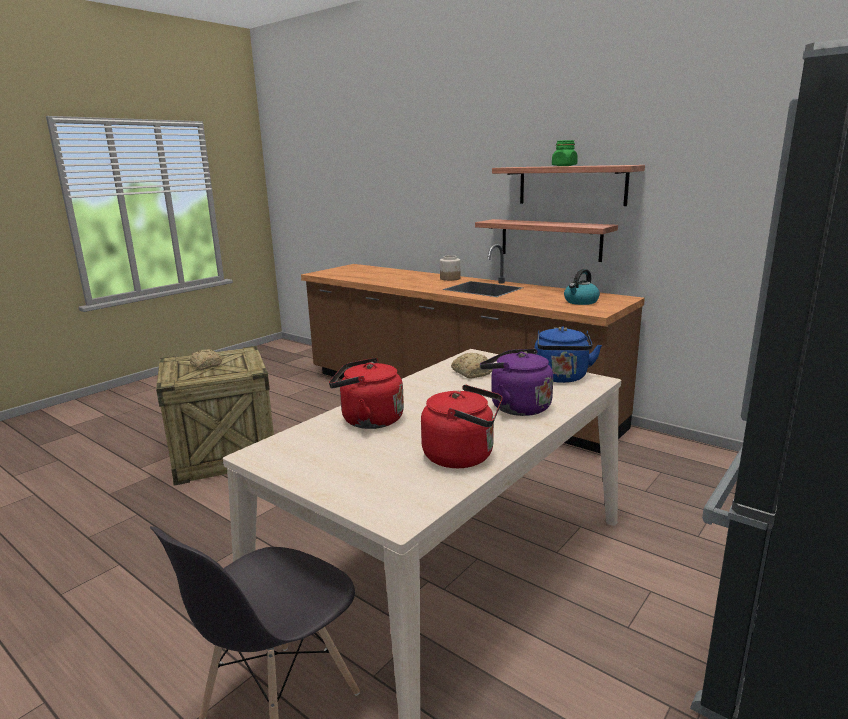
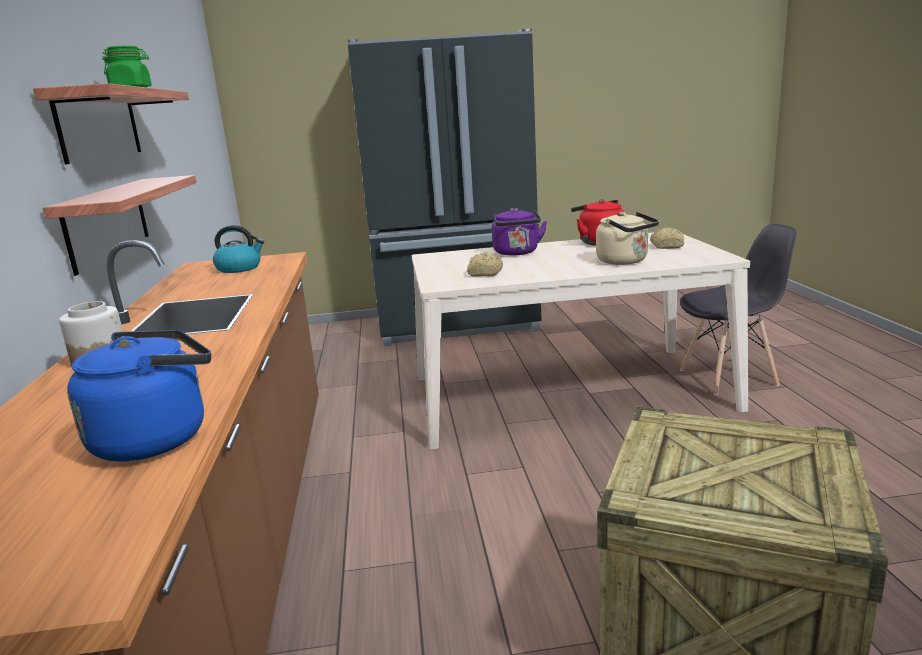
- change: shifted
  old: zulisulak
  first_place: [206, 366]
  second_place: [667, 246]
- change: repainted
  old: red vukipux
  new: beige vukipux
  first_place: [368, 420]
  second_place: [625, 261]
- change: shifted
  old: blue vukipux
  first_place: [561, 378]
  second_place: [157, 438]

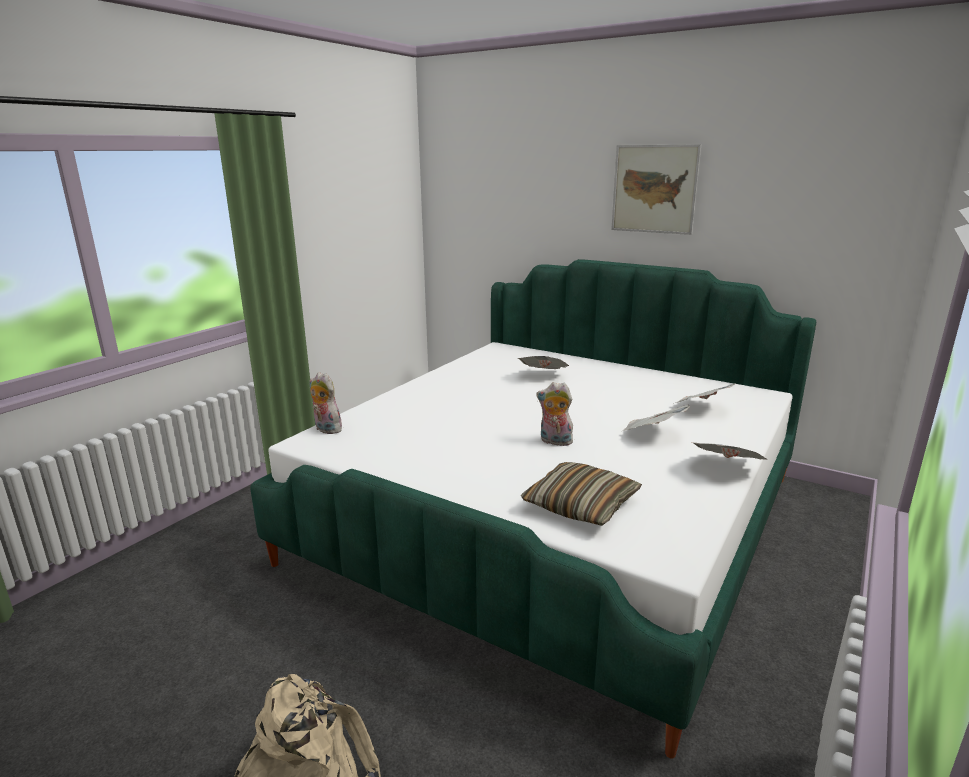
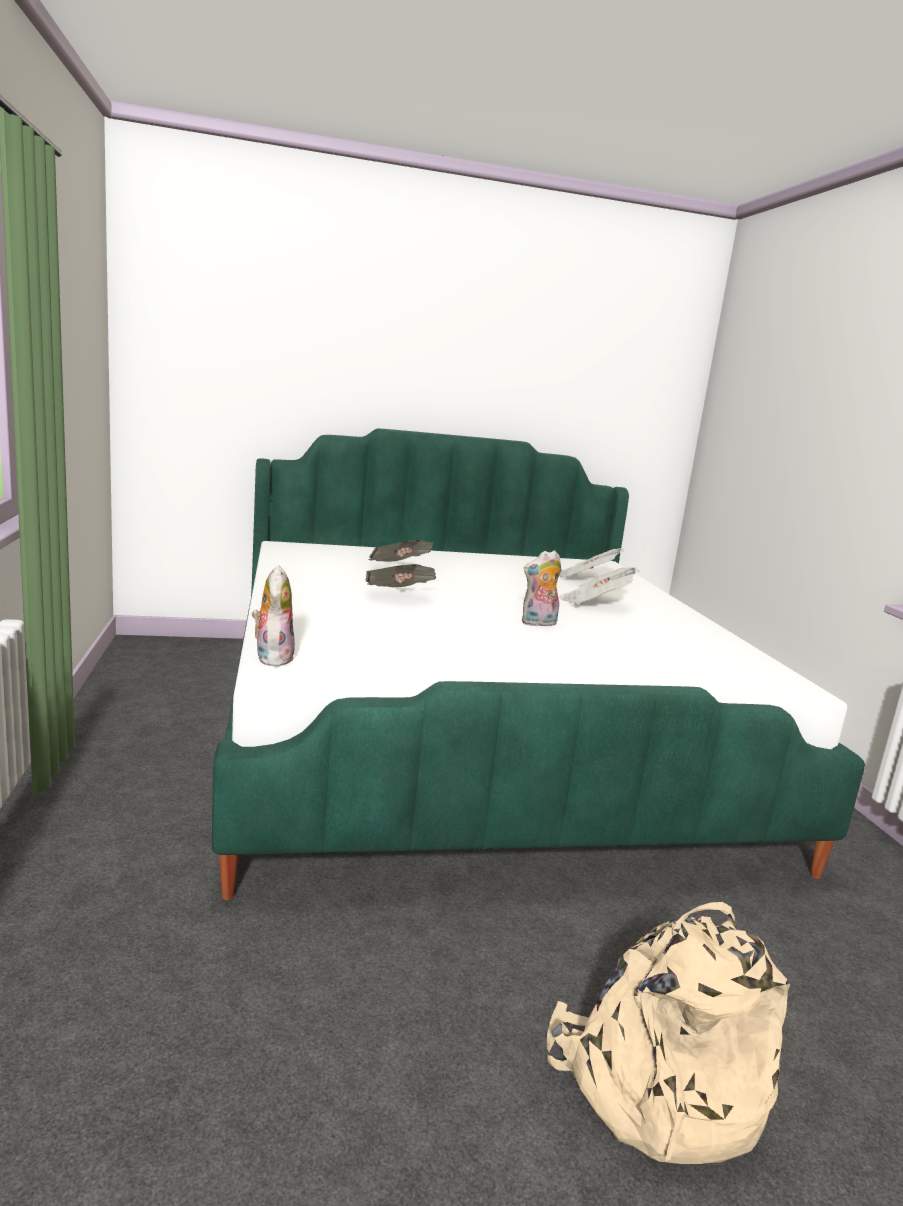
- change: rotated
  old: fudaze
  first_place: [326, 429]
  second_place: [272, 657]
  degrees: 90
- change: gone
  old: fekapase
  first_place: [580, 505]
- change: gone
  old: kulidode
  first_place: [654, 189]
- change: shifted
  old: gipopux
  first_place: [726, 469]
  second_place: [398, 596]

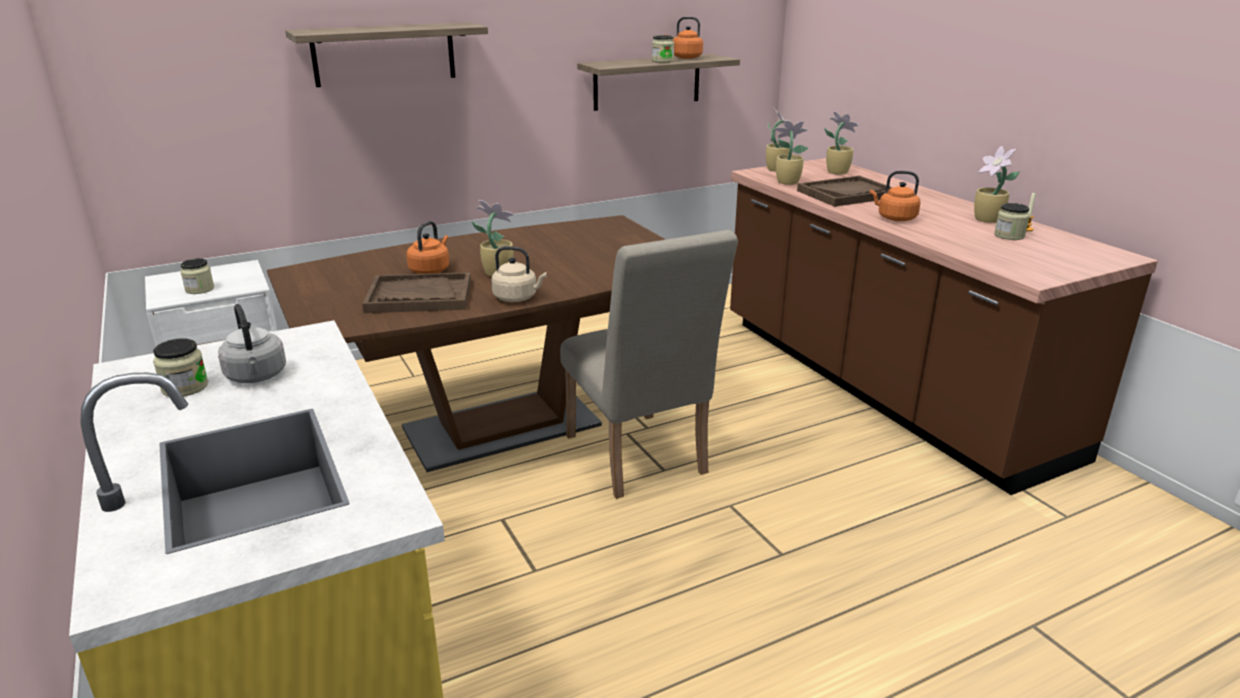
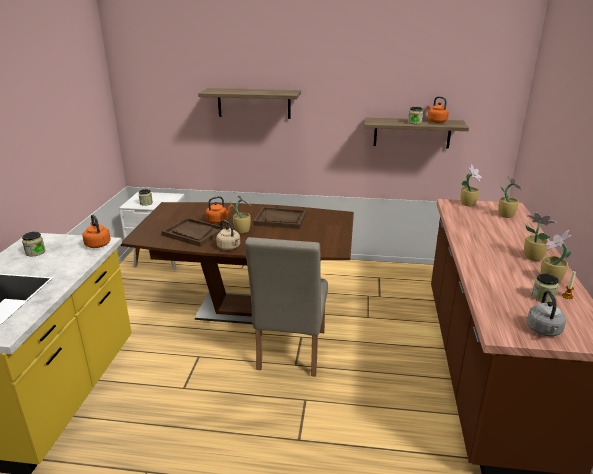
- change: shifted
  old: grey vukipux
  first_place: [257, 377]
  second_place: [544, 331]
- change: shifted
  old: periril
  first_place: [786, 182]
  second_place: [532, 257]
- change: shifted
  old: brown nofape
  first_place: [847, 194]
  second_place: [280, 219]
- change: shifted
  old: orange vukipux
  first_place: [894, 218]
  second_place: [97, 244]

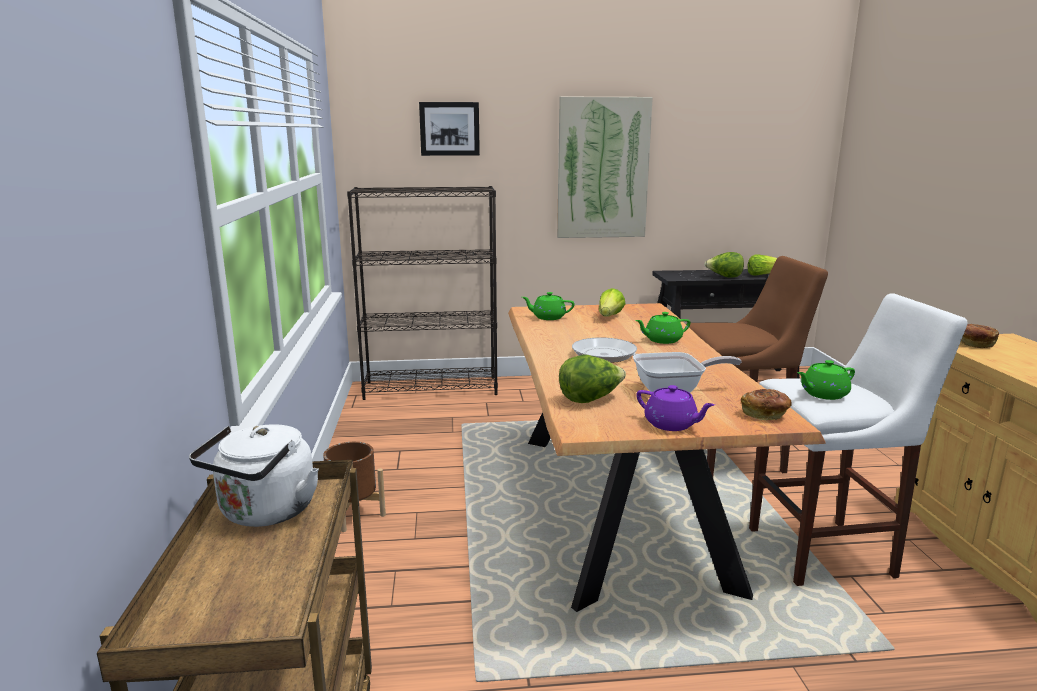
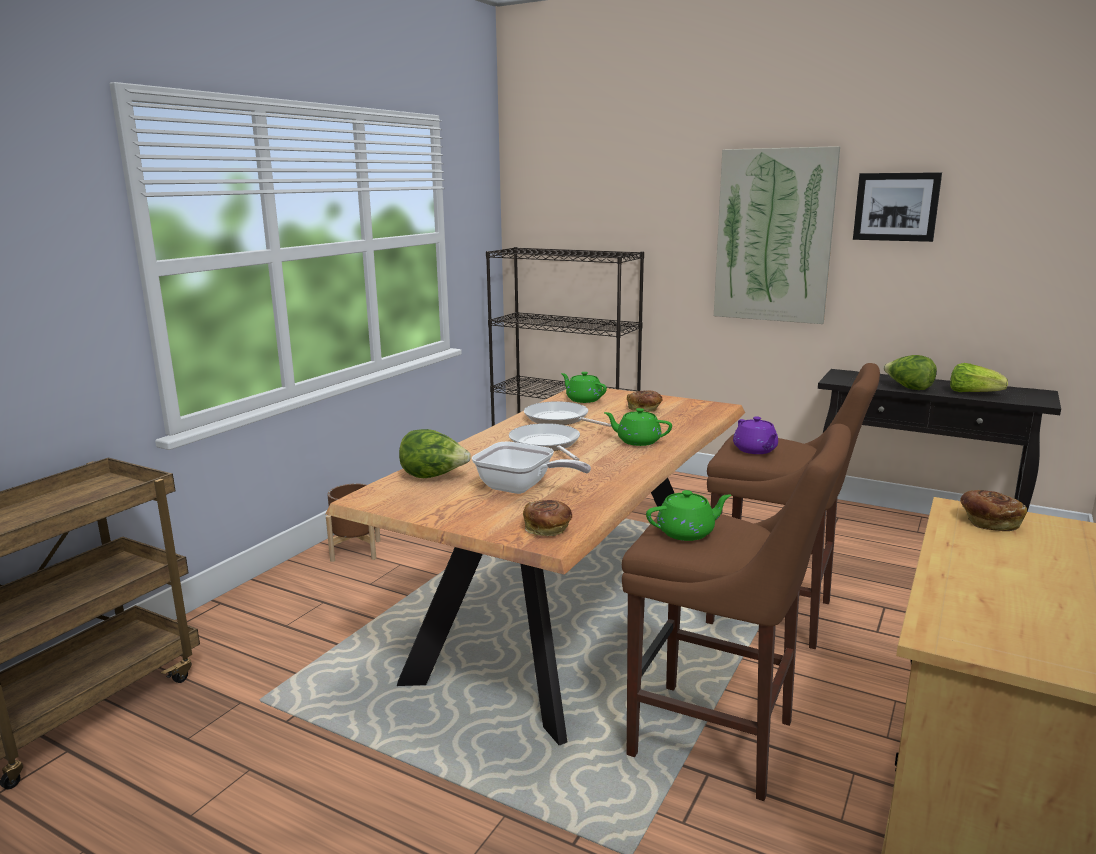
- change: gone
  old: white vukipux
  first_place: [265, 513]
- change: shifted
  old: kulidode
  first_place: [449, 129]
  second_place: [896, 207]
- change: swapped
  old: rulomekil
  new: zulisulak
  first_place: [609, 317]
  second_place: [644, 409]
- change: shifted
  old: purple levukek
  first_place: [671, 424]
  second_place: [755, 450]
- change: repainted
  old: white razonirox
  new: brown razonirox
  first_place: [827, 552]
  second_place: [720, 741]
- change: rotated
  old: green levukek
  first_place: [823, 394]
  second_place: [687, 532]
  degrees: 150
- change: new
  new: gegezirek
  second_place: [559, 419]

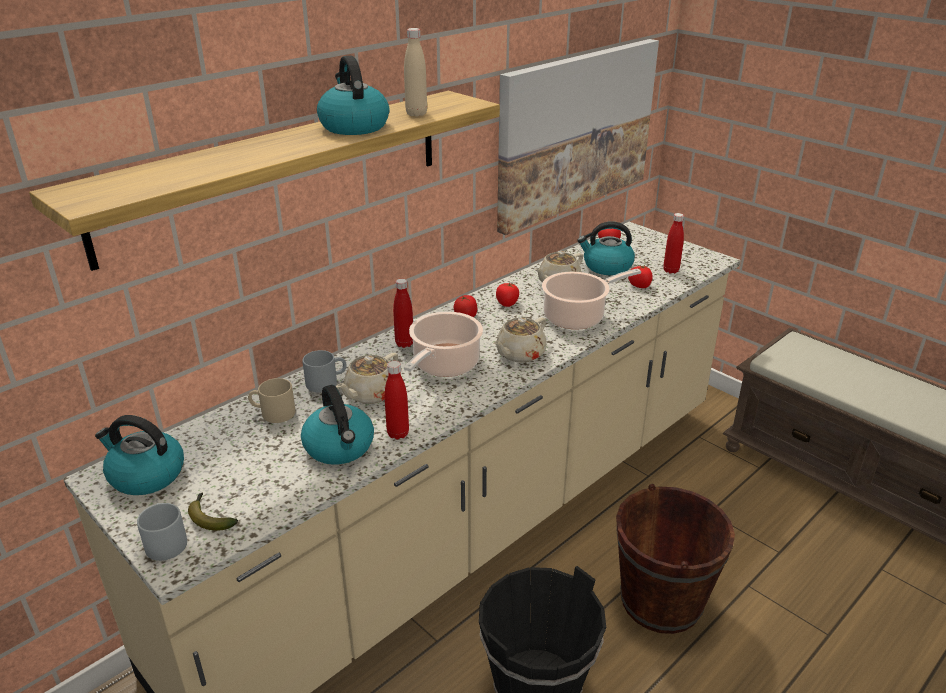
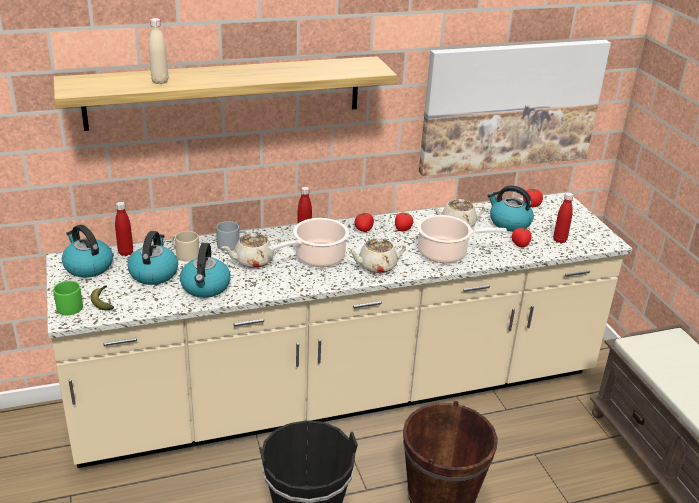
- change: repainted
  old: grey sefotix
  new: green sefotix
  first_place: [164, 541]
  second_place: [70, 305]
- change: shifted
  old: vukipux
  first_place: [353, 126]
  second_place: [154, 273]
- change: shifted
  old: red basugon
  first_place: [398, 434]
  second_place: [125, 252]
- change: shifted
  old: beige basugon
  first_place: [416, 114]
  second_place: [160, 81]

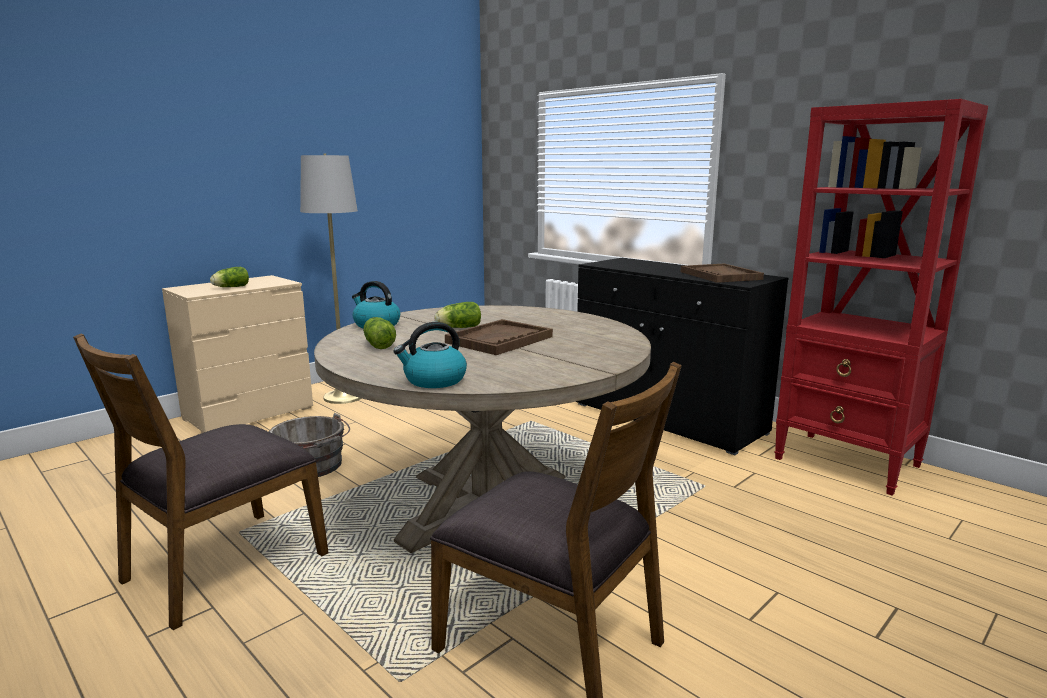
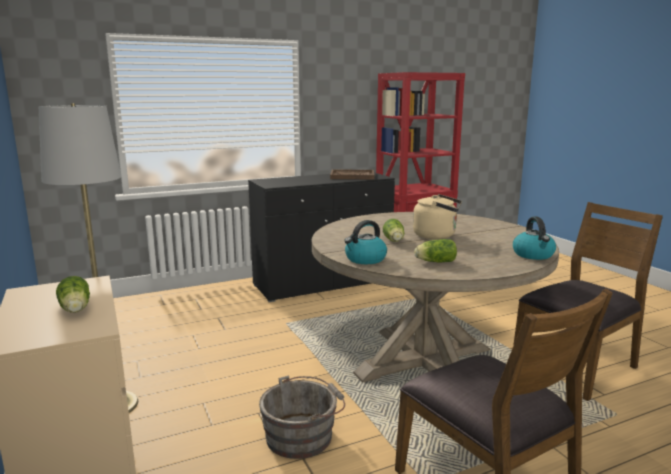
- change: swapped
  old: brown nofape
  new: beige vukipux
  first_place: [499, 340]
  second_place: [437, 235]

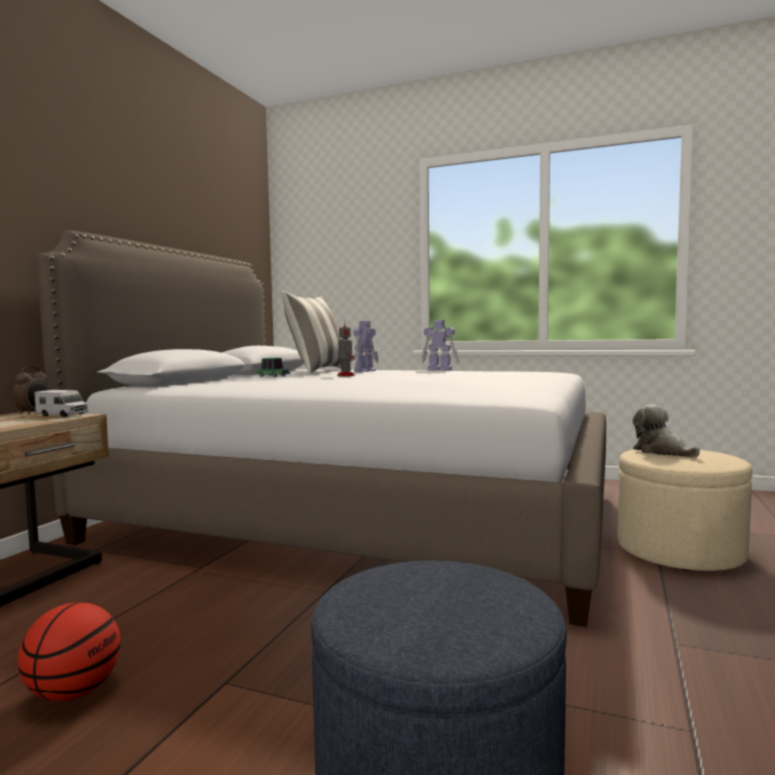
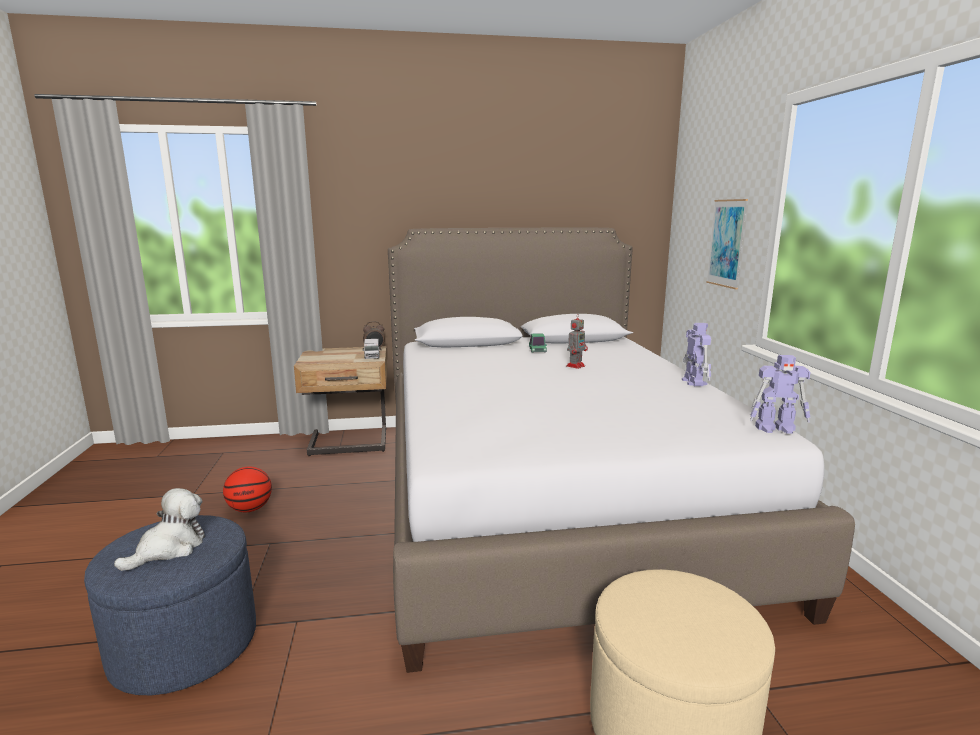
- change: gone
  old: fekapase
  first_place: [316, 371]
- change: shifted
  old: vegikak
  first_place: [365, 371]
  second_place: [776, 428]
- change: shifted
  old: fudaze
  first_place: [661, 452]
  second_place: [169, 548]
- change: new
  new: kulidode
  second_place: [726, 243]

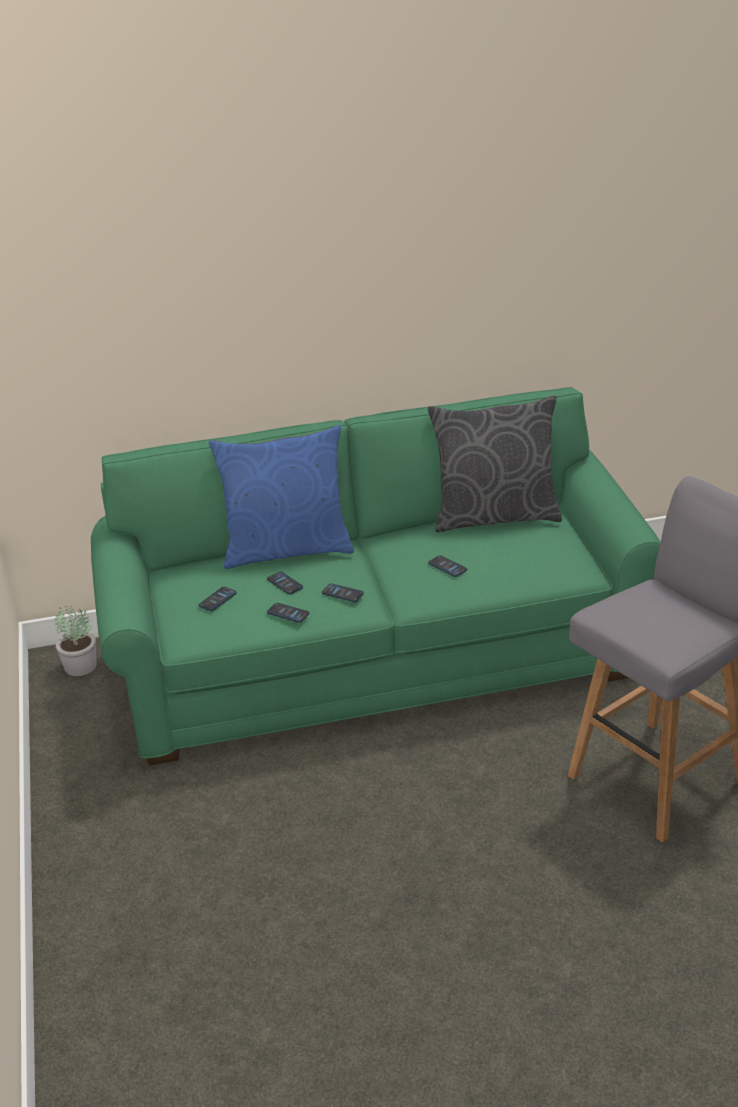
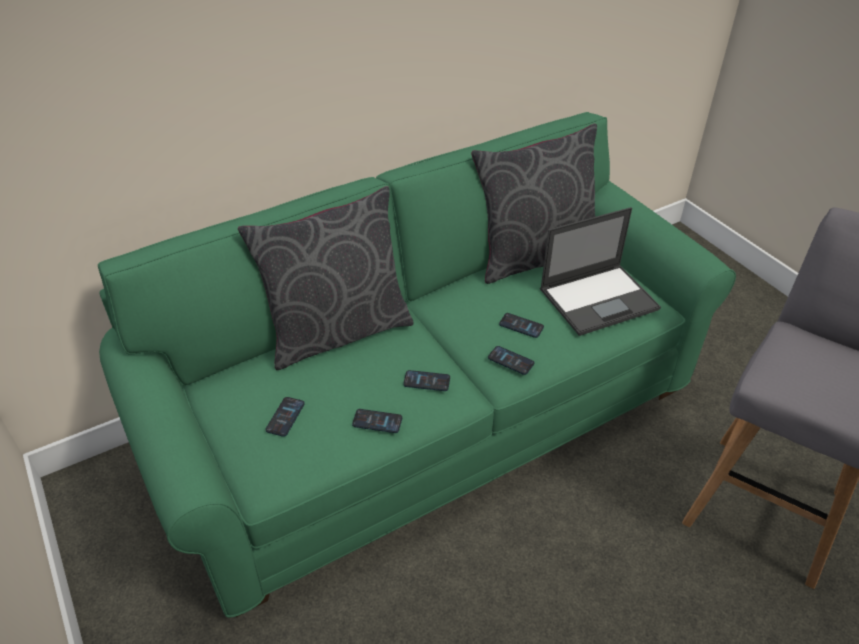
- change: gone
  old: periril
  first_place: [80, 666]
- change: repainted
  old: blue fekapase
  new: grey fekapase
  first_place: [287, 549]
  second_place: [337, 331]
- change: shifted
  old: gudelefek
  first_place: [285, 583]
  second_place: [510, 361]
- change: new
  new: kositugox
  second_place: [599, 299]

